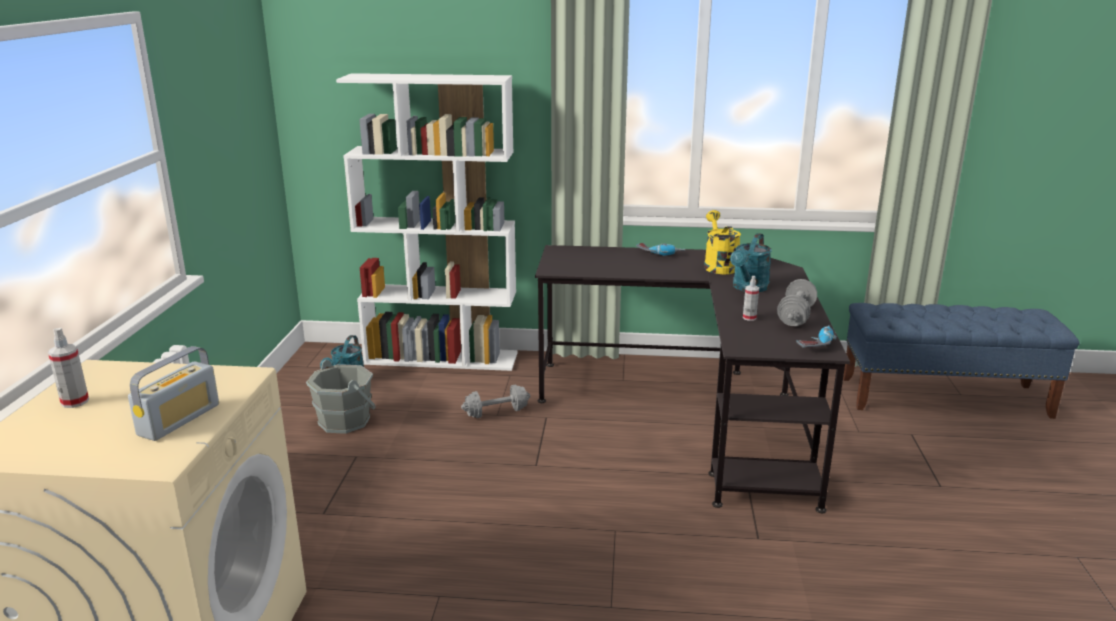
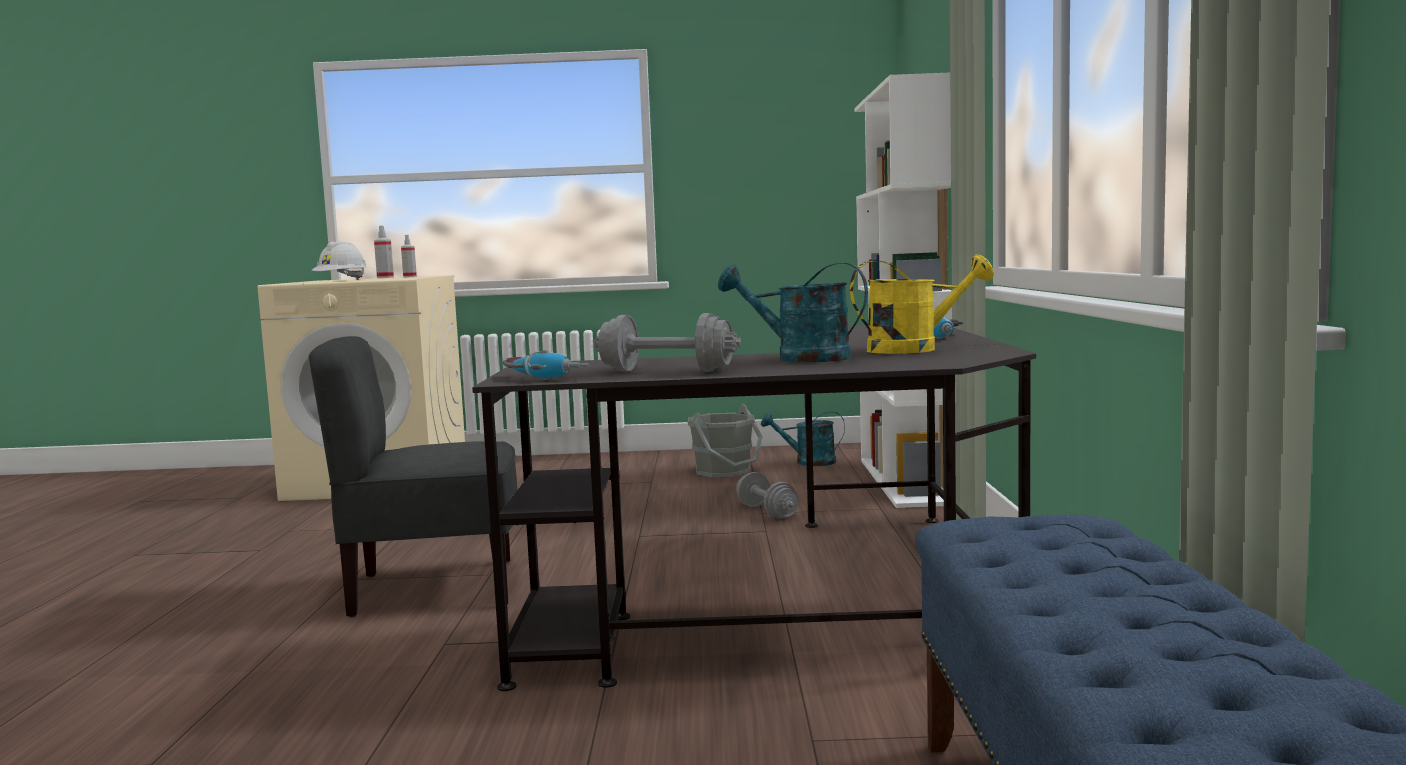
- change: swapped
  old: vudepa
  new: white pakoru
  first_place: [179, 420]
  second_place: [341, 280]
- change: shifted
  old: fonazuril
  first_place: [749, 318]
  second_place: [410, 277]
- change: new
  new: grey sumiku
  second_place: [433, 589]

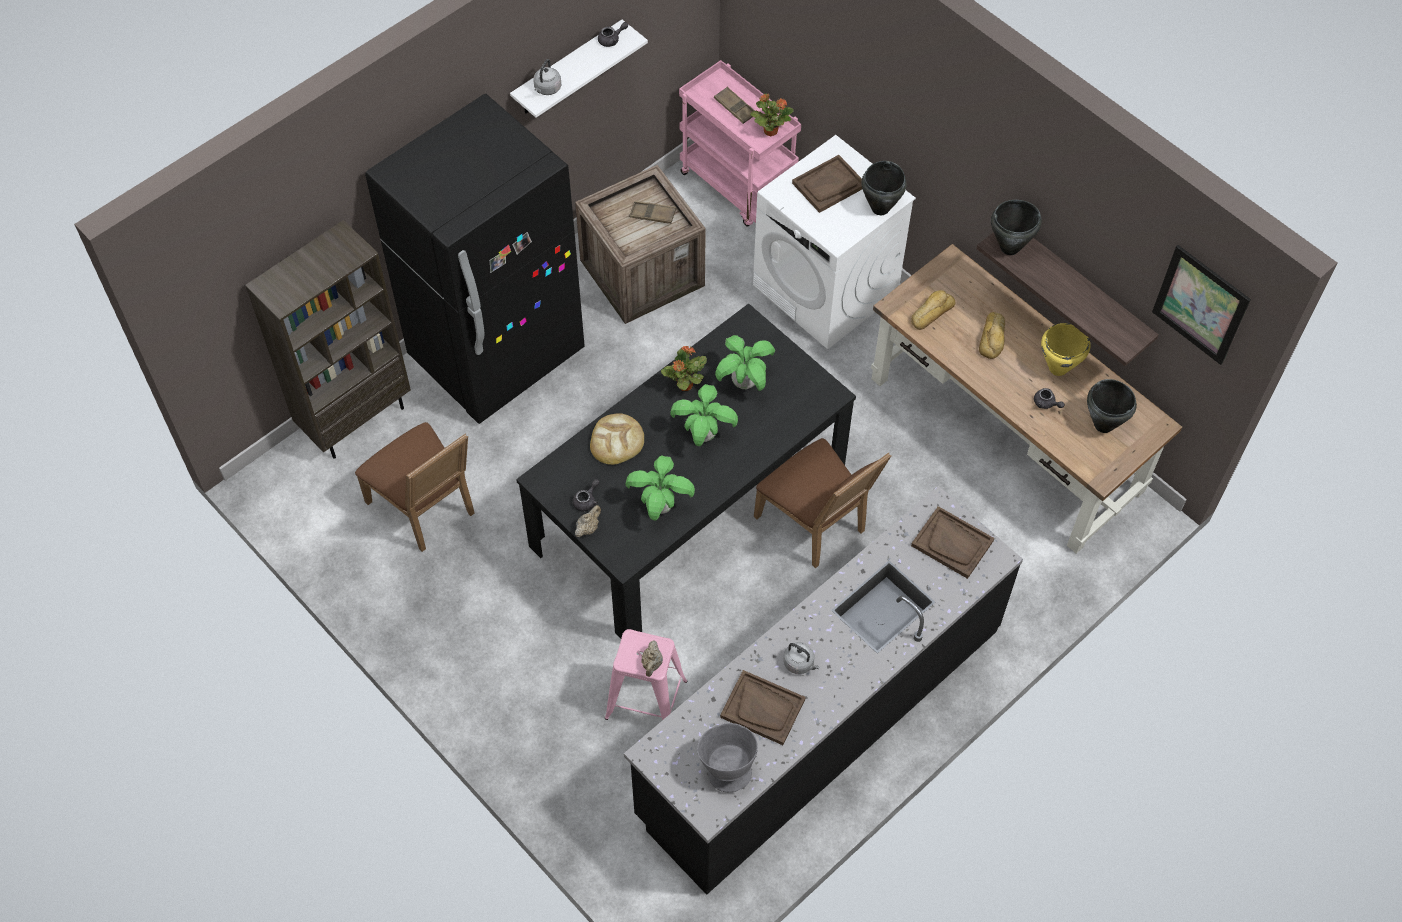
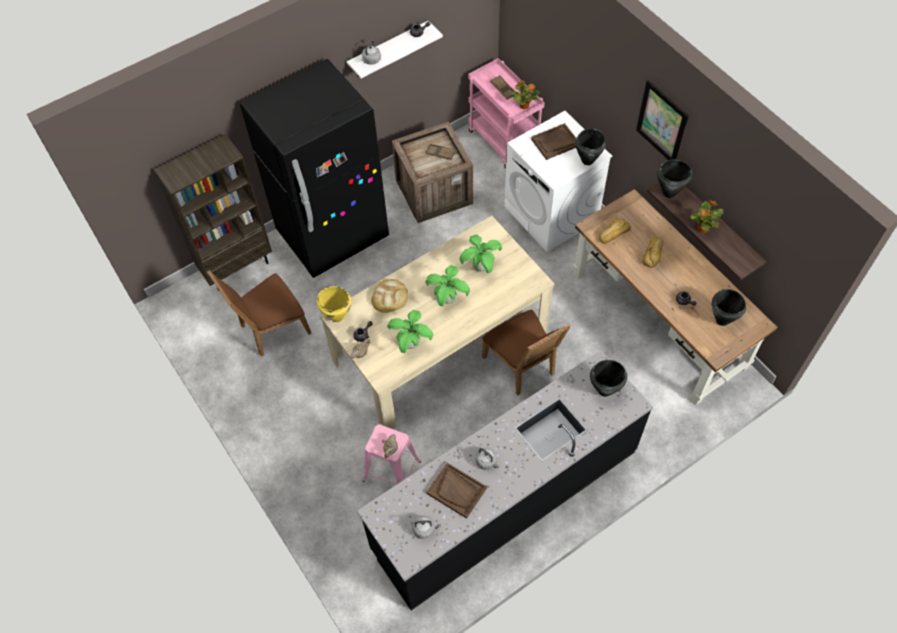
- change: rotated
  old: brown sumiku
  first_place: [426, 509]
  second_place: [271, 329]
  degrees: 90
- change: repainted
  old: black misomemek
  new: beige misomemek
  first_place: [688, 506]
  second_place: [440, 345]
- change: shifted
  old: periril
  first_place: [684, 385]
  second_place: [702, 229]
- change: swapped
  old: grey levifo
  new: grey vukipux
  first_place: [726, 767]
  second_place: [425, 529]
- change: swapped
  old: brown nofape
  new: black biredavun
  first_place: [952, 543]
  second_place: [605, 390]
- change: shifted
  old: yellow biredavun
  first_place: [1057, 368]
  second_place: [337, 316]
- change: shifted
  old: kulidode
  first_place: [1200, 304]
  second_place: [662, 122]

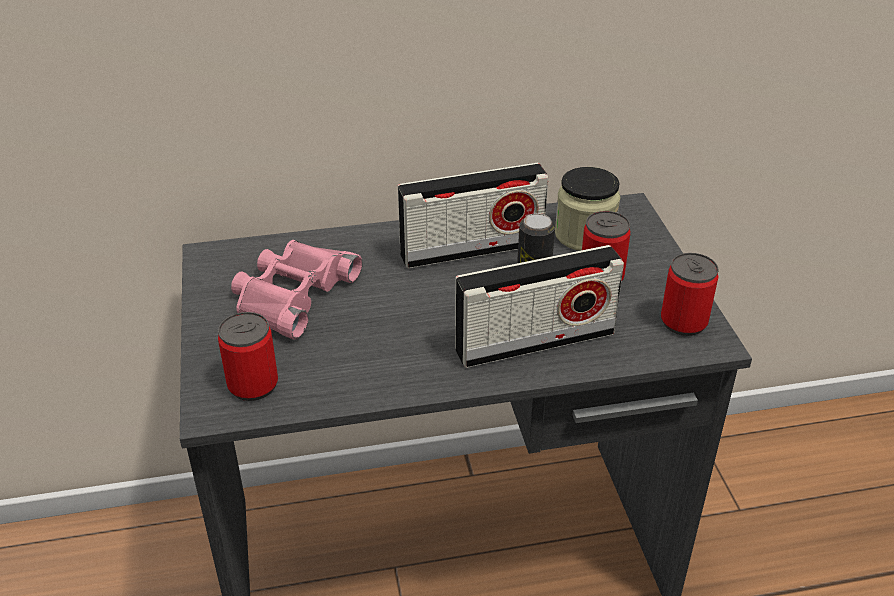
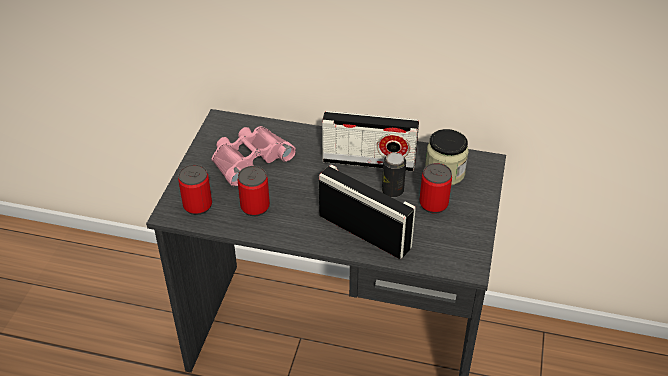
- change: rotated
  old: vudepa
  first_place: [535, 341]
  second_place: [364, 231]
  degrees: -150
- change: shifted
  old: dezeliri
  first_place: [683, 322]
  second_place: [255, 207]

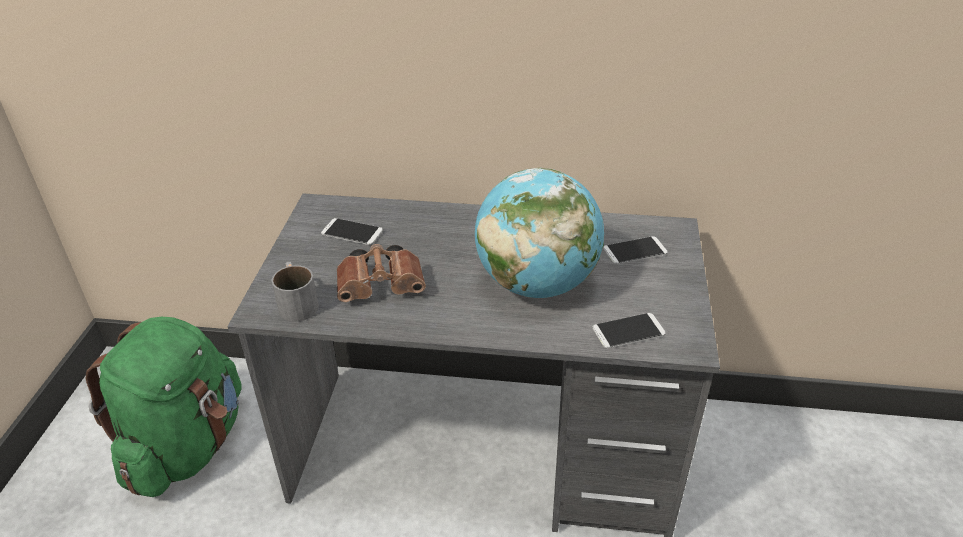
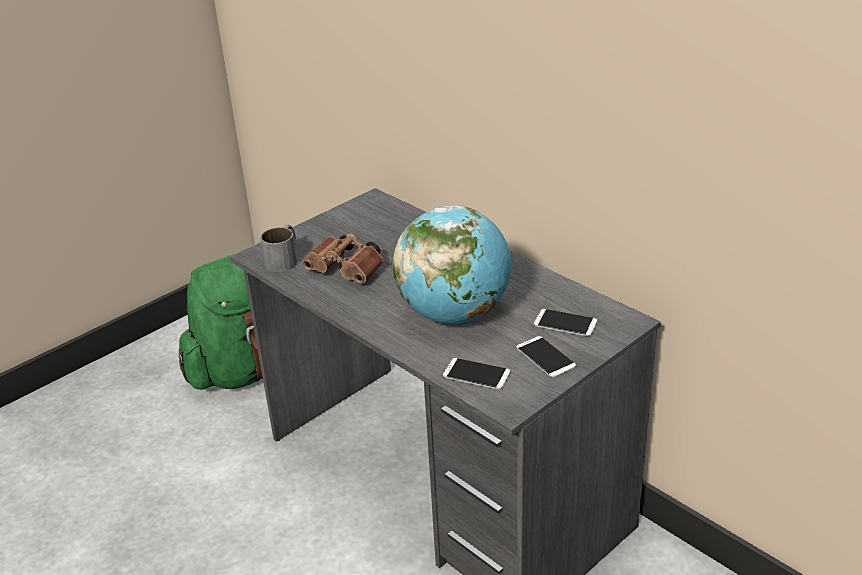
- change: shifted
  old: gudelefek
  first_place: [352, 232]
  second_place: [545, 357]

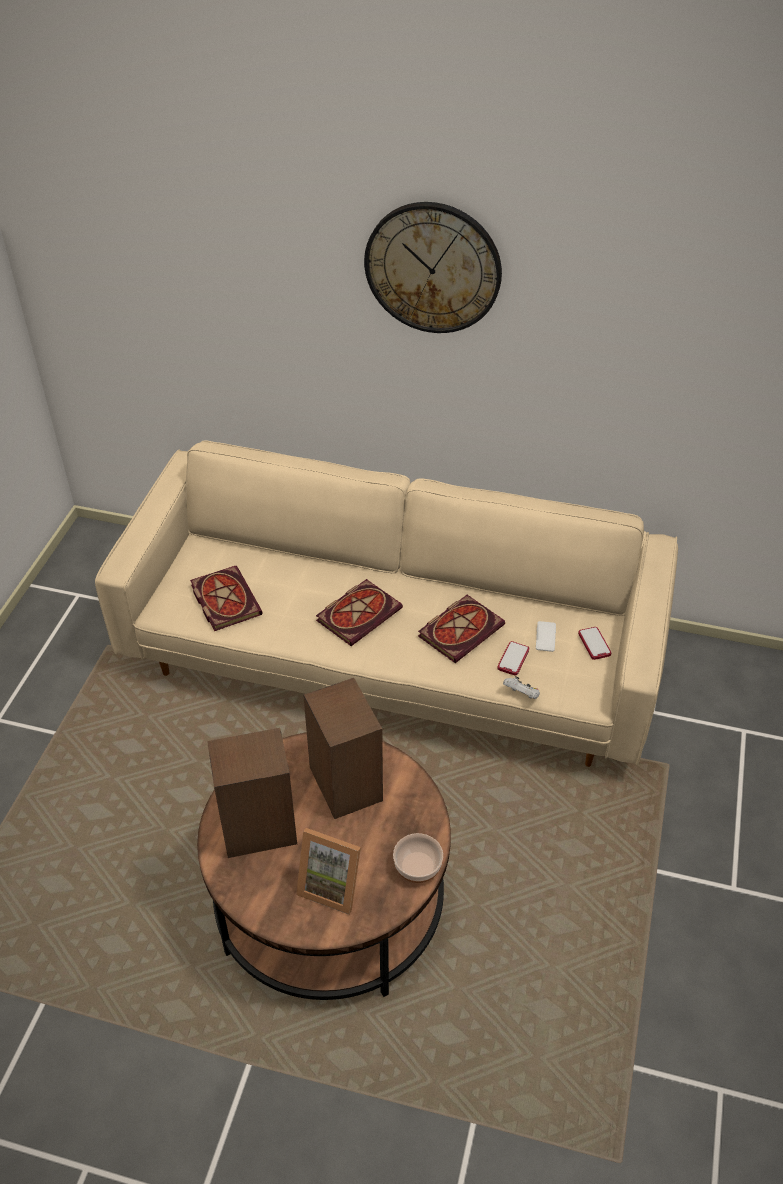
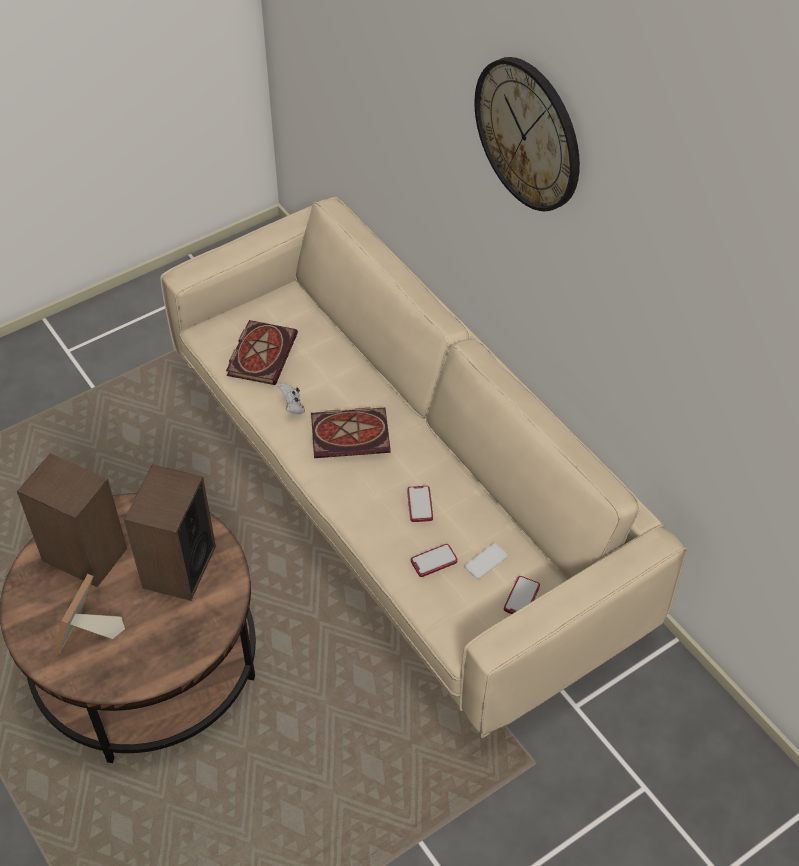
- change: rotated
  old: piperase
  first_place: [332, 885]
  second_place: [87, 636]
  degrees: 45
- change: gone
  old: levifo
  first_place: [418, 867]
- change: swapped
  old: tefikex
  new: gudelefek
  first_place: [461, 629]
  second_place: [420, 504]
- change: shifted
  old: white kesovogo
  first_place: [522, 695]
  second_place: [292, 406]

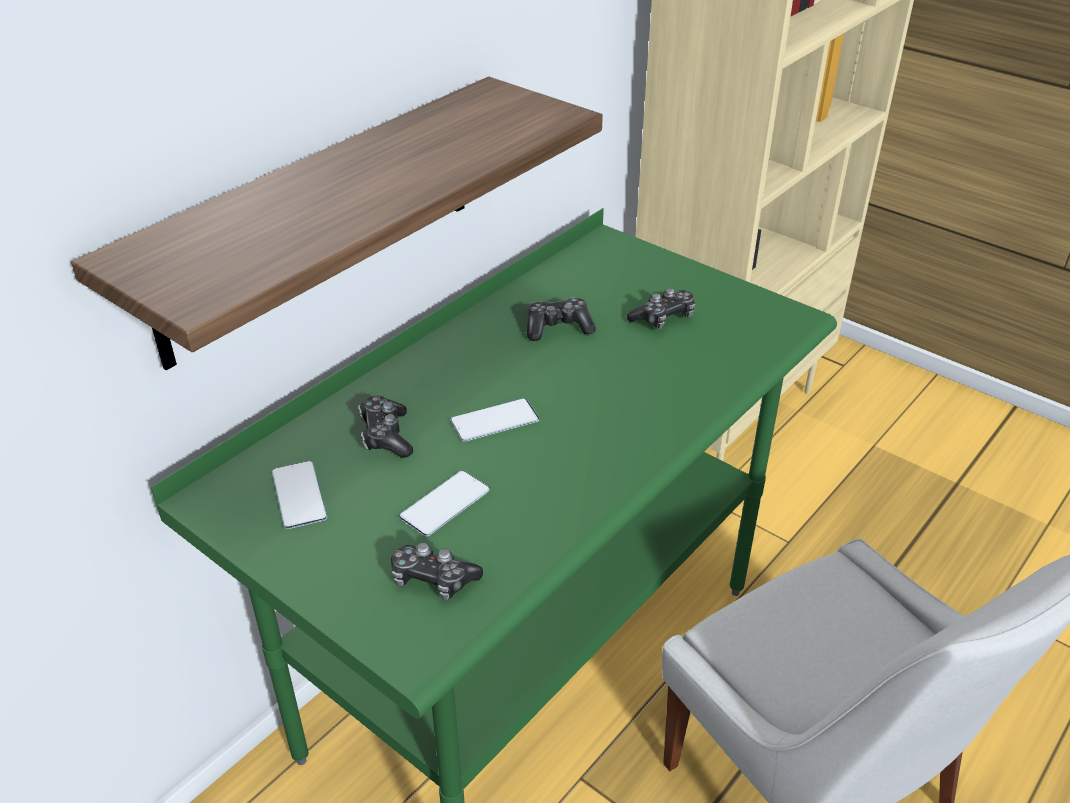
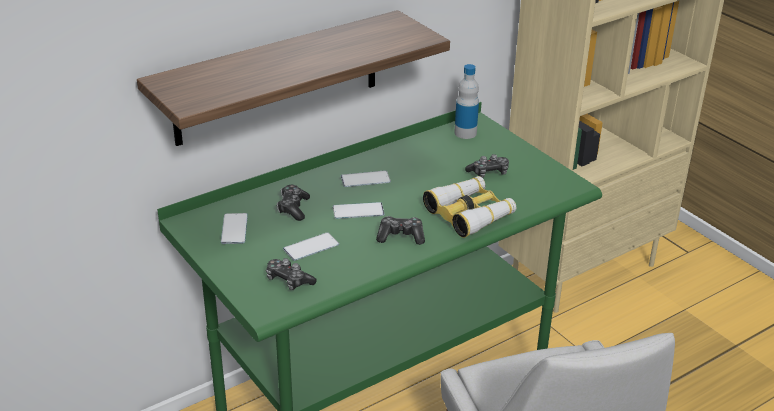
- change: shifted
  old: kesovogo
  first_place: [558, 328]
  second_place: [401, 236]
- change: new
  new: gudelefek
  second_place: [365, 179]
- change: new
  new: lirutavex
  second_place: [469, 214]
- change: new
  new: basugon
  second_place: [465, 133]

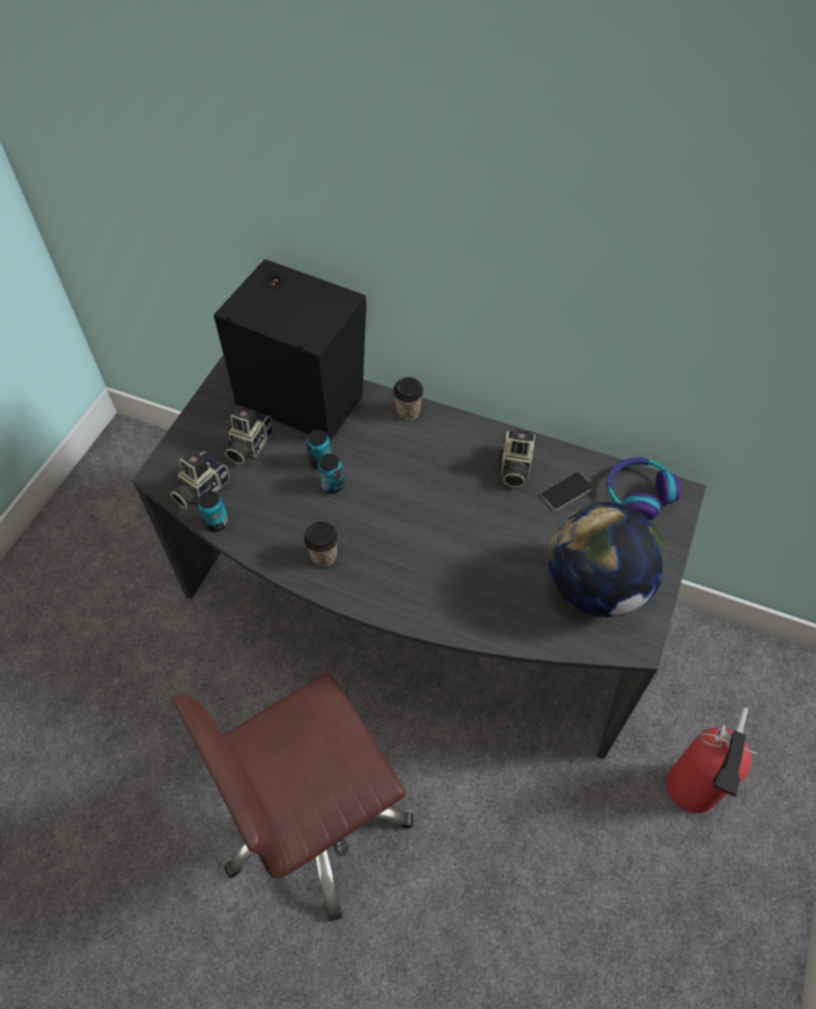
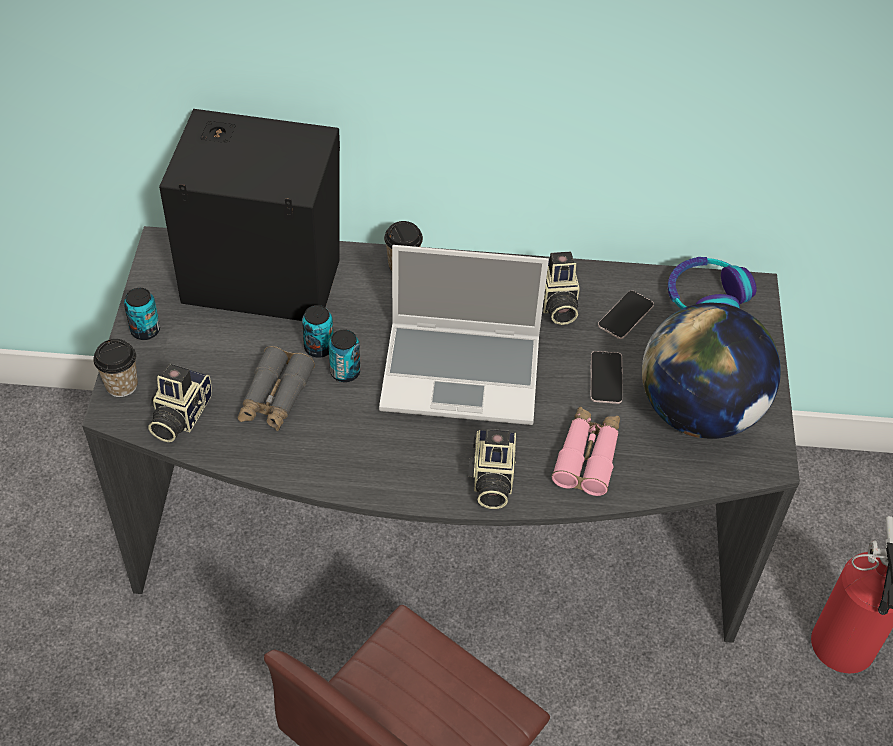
- change: shifted
  old: dezeliri
  first_place: [216, 522]
  second_place: [145, 330]
- change: shifted
  old: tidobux
  first_place: [248, 445]
  second_place: [491, 479]
- change: shifted
  old: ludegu
  first_place: [324, 556]
  second_place: [121, 385]
- change: new
  new: grey lirutavex
  second_place: [275, 397]
- change: new
  new: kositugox
  second_place: [463, 373]
- change: new
  new: pink lirutavex
  second_place: [587, 456]
- change: new
  new: gudelefek
  second_place: [606, 378]

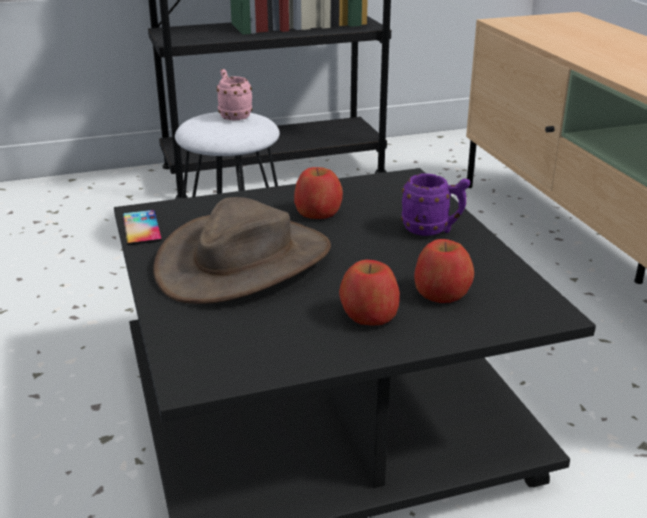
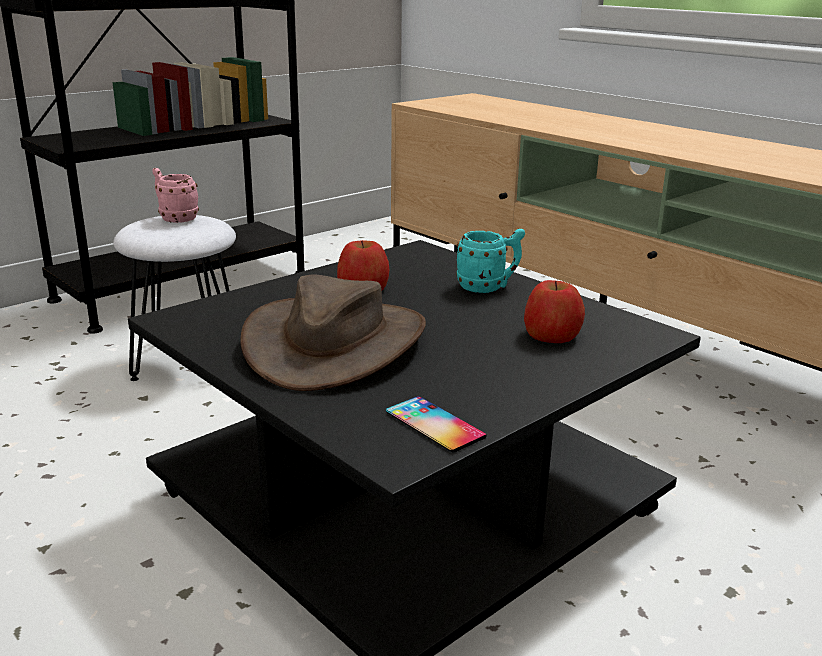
- change: shifted
  old: gudelefek
  first_place: [141, 228]
  second_place: [434, 424]
- change: gone
  old: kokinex
  first_place: [369, 315]
- change: repainted
  old: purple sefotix
  new: turquoise sefotix
  first_place: [432, 230]
  second_place: [488, 287]

